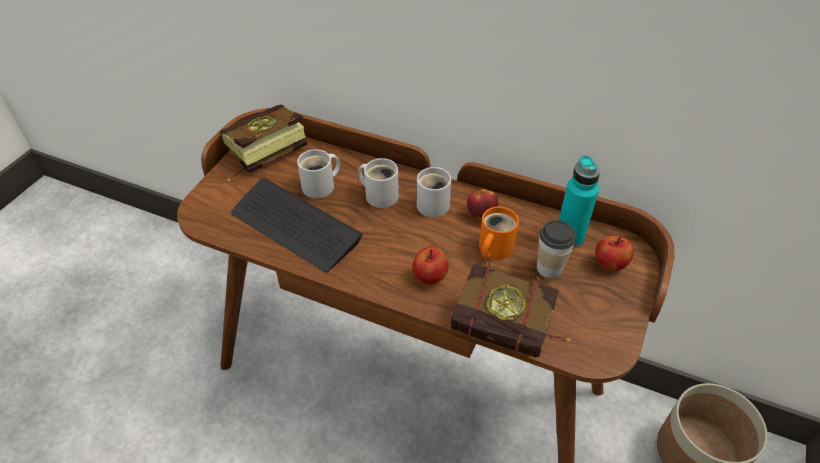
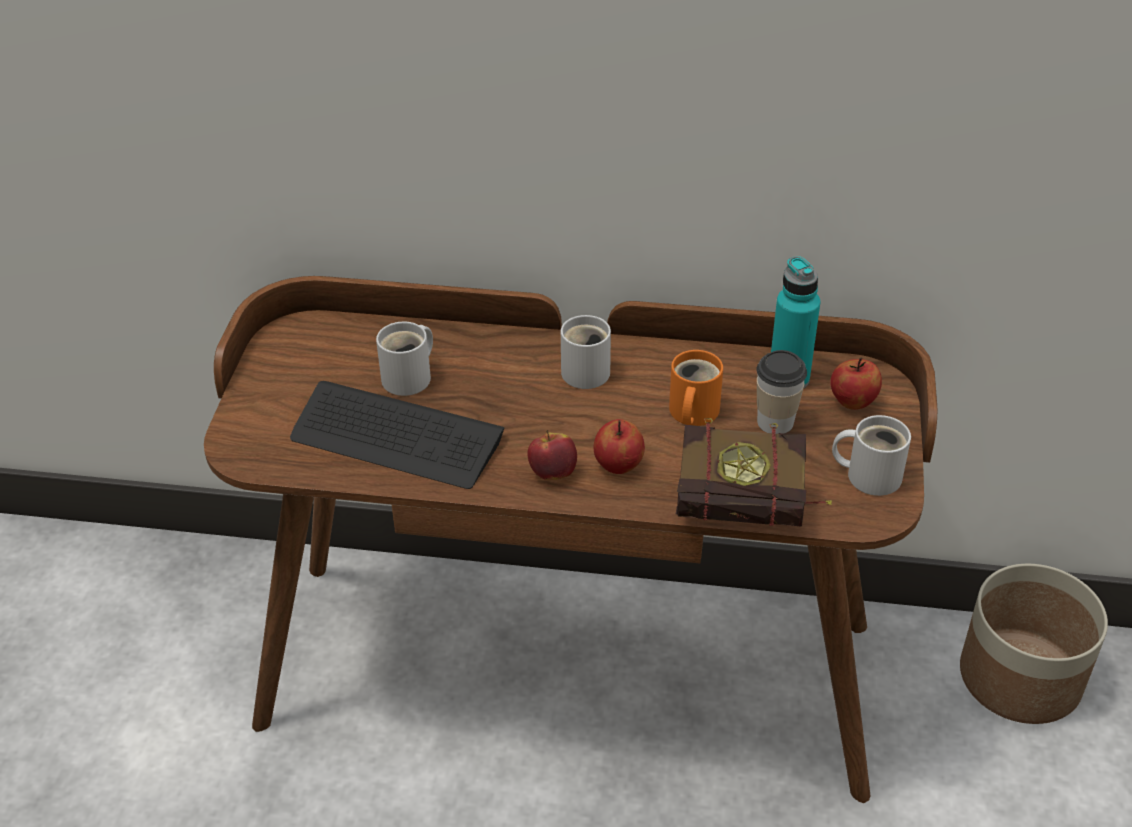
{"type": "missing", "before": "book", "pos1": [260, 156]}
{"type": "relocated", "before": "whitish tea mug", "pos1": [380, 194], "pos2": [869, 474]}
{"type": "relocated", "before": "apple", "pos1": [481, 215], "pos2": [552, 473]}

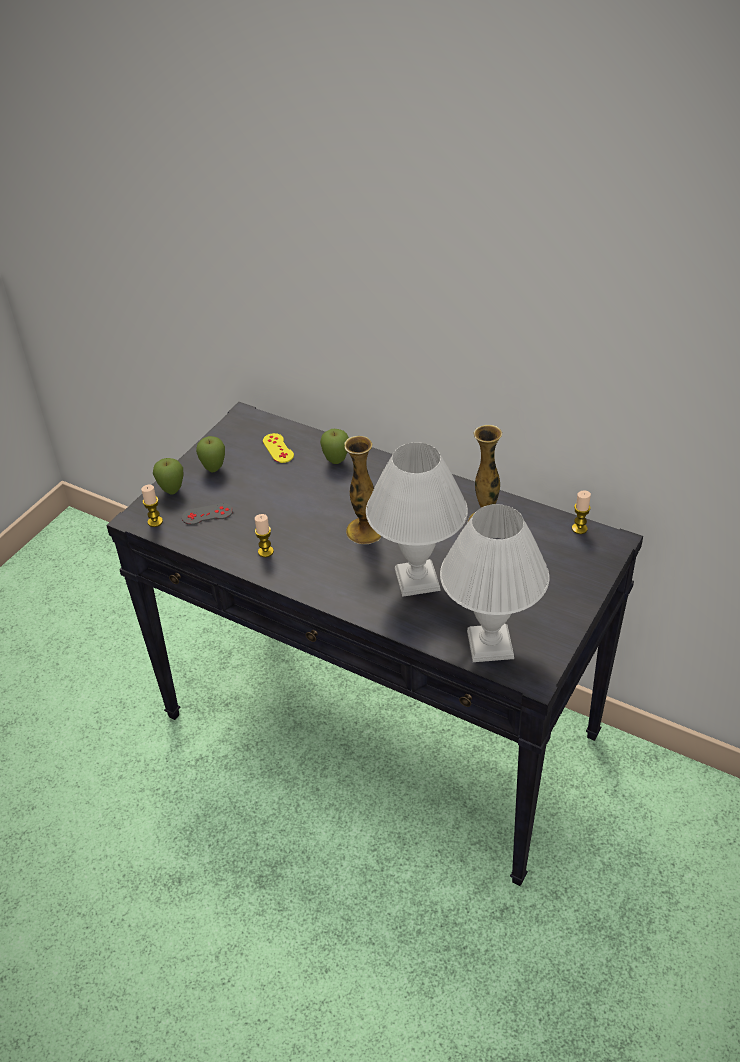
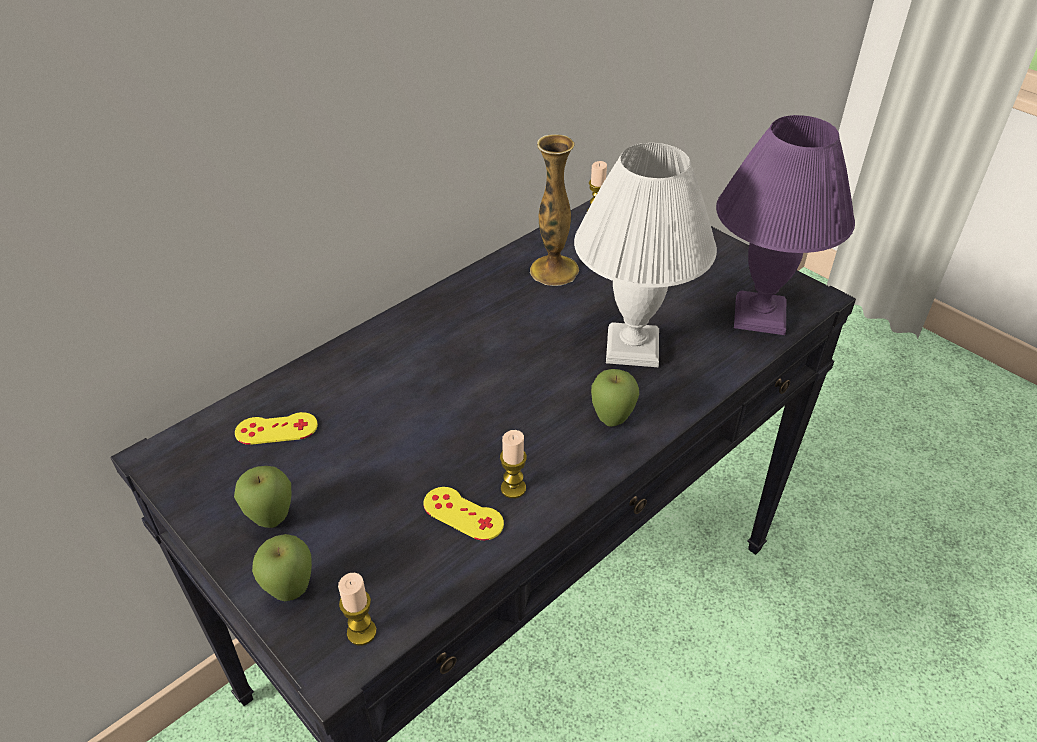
{"type": "missing", "before": "greyish game controller", "pos1": [207, 514]}
{"type": "missing", "before": "vase", "pos1": [365, 530]}
{"type": "appeared", "after": "yellow game controller", "pos2": [463, 514]}
{"type": "relocated", "before": "apple", "pos1": [336, 461], "pos2": [612, 421]}
{"type": "colour", "before": "whitish table lamp", "after": "purplish table lamp", "pos1": [491, 645], "pos2": [761, 315]}

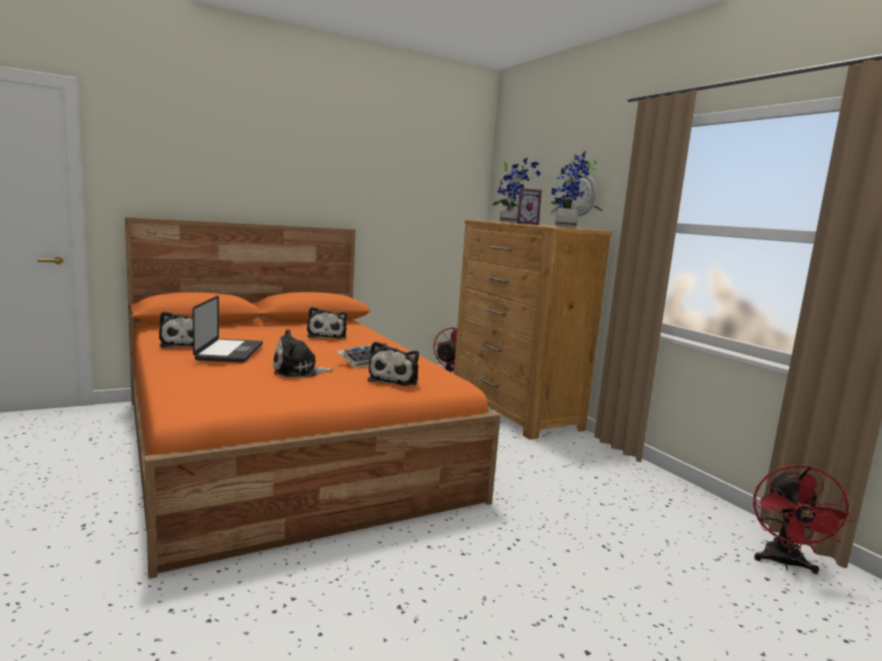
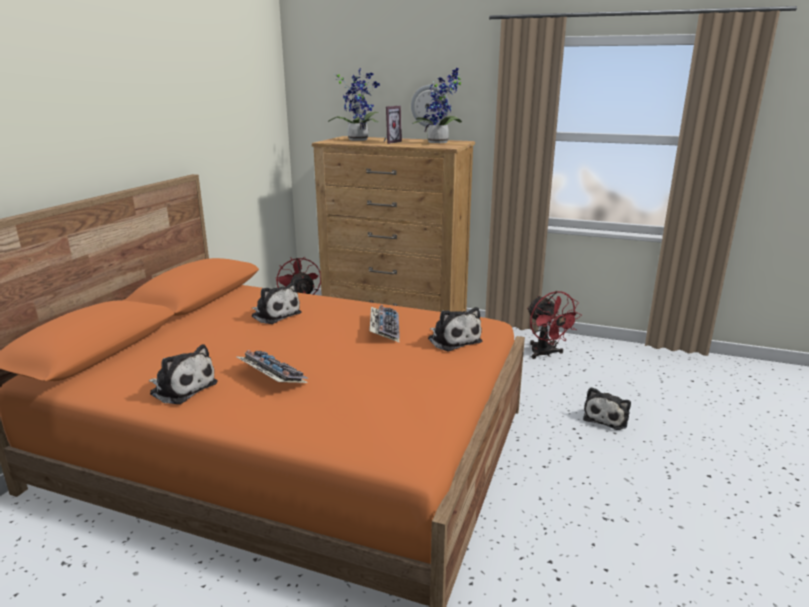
{"type": "relocated", "before": "soft toy", "pos1": [298, 371], "pos2": [607, 418]}
{"type": "relocated", "before": "red-coloured electric fan", "pos1": [784, 563], "pos2": [546, 354]}
{"type": "exchanged", "before": "portable computer", "after": "PC keyboard", "pos1": [230, 352], "pos2": [270, 375]}

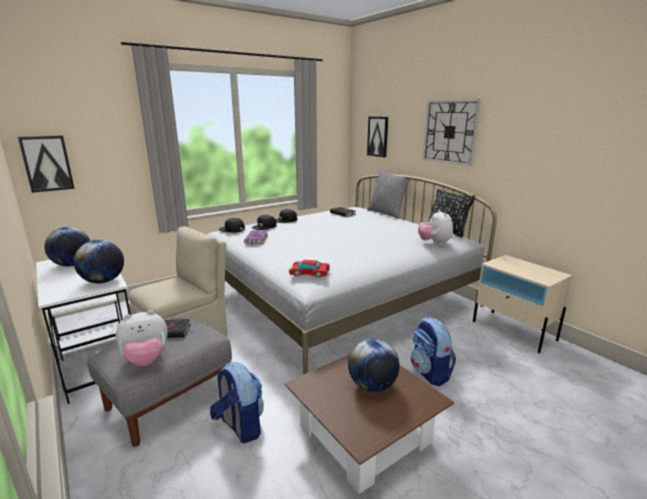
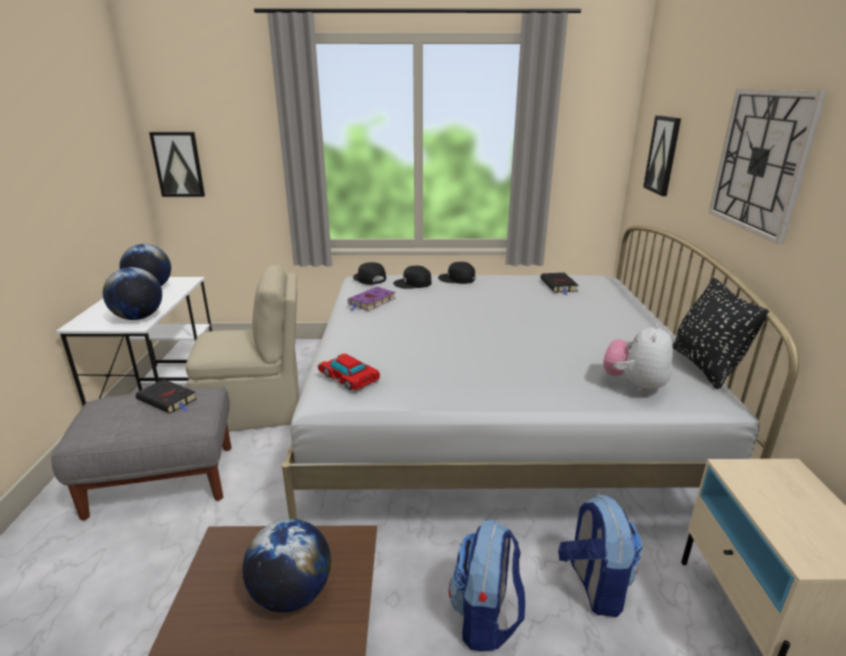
{"type": "missing", "before": "soft toy", "pos1": [146, 360]}
{"type": "missing", "before": "greyish cushion", "pos1": [387, 213]}
{"type": "relocated", "before": "rucksack", "pos1": [239, 426], "pos2": [594, 585]}

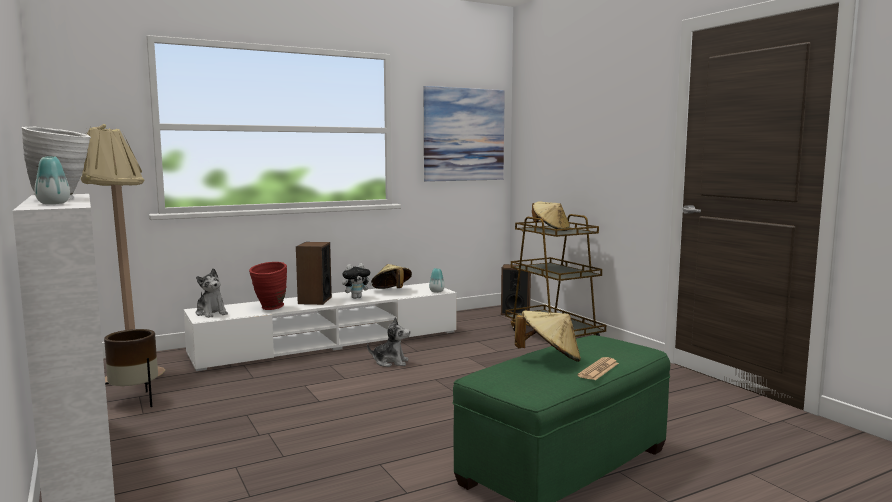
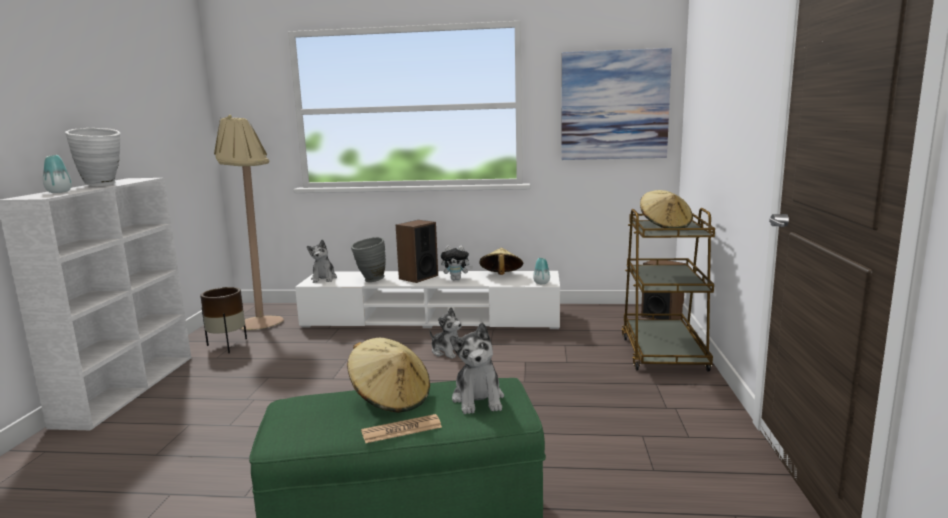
{"type": "appeared", "after": "soft toy", "pos2": [478, 399]}
{"type": "colour", "before": "red-coloured vase", "after": "greyish vase", "pos1": [270, 308], "pos2": [370, 280]}

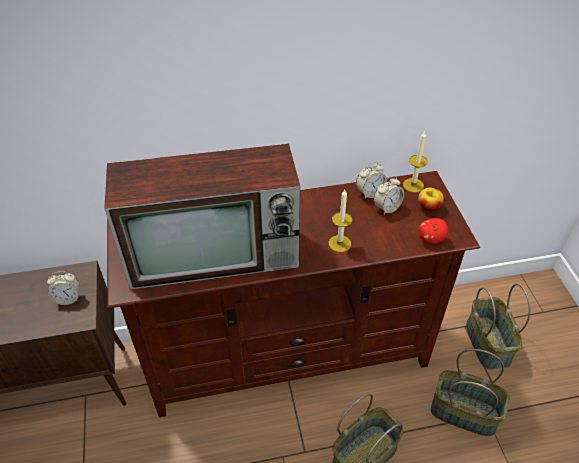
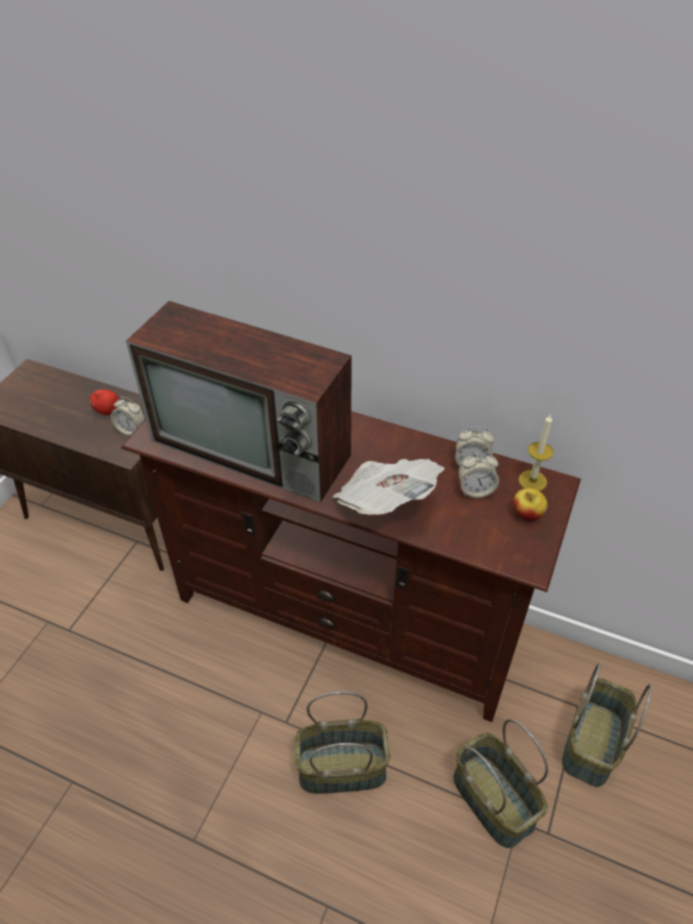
{"type": "relocated", "before": "apple", "pos1": [431, 239], "pos2": [107, 411]}
{"type": "exchanged", "before": "wax candle", "after": "daily paper", "pos1": [339, 243], "pos2": [385, 501]}

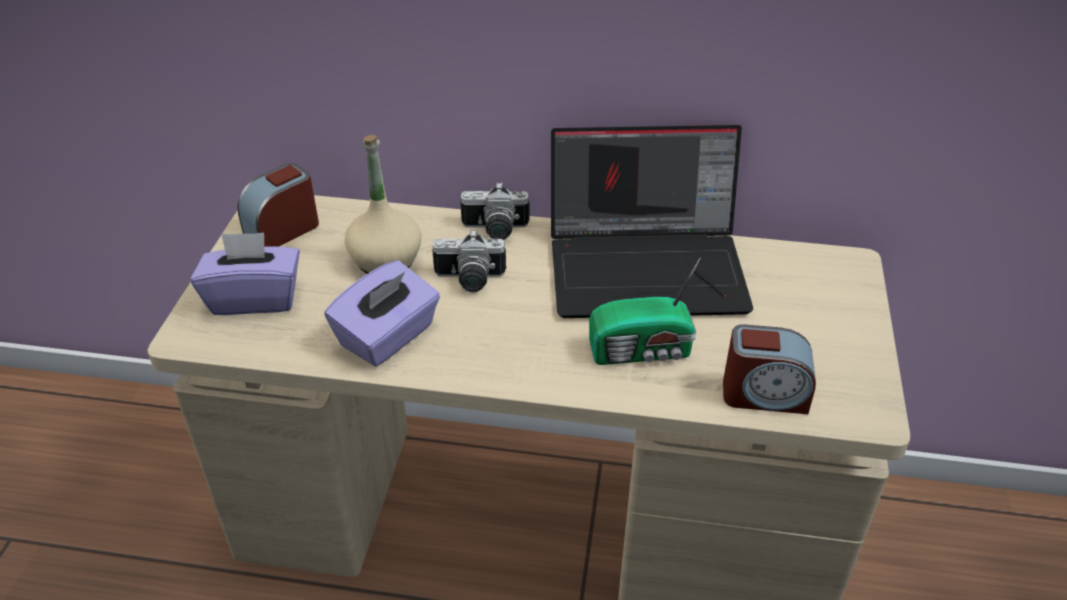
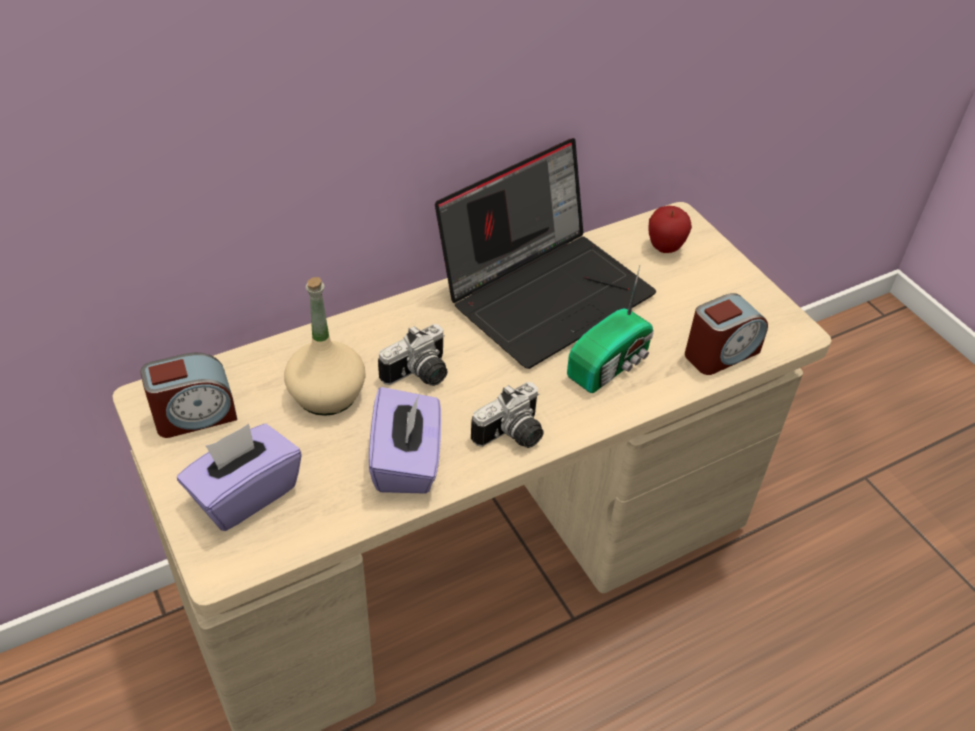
{"type": "appeared", "after": "apple", "pos2": [665, 247]}
{"type": "relocated", "before": "photo camera", "pos1": [495, 231], "pos2": [513, 436]}
{"type": "spun", "before": "alarm clock", "pos1": [283, 230], "pos2": [195, 415], "turn": -120}

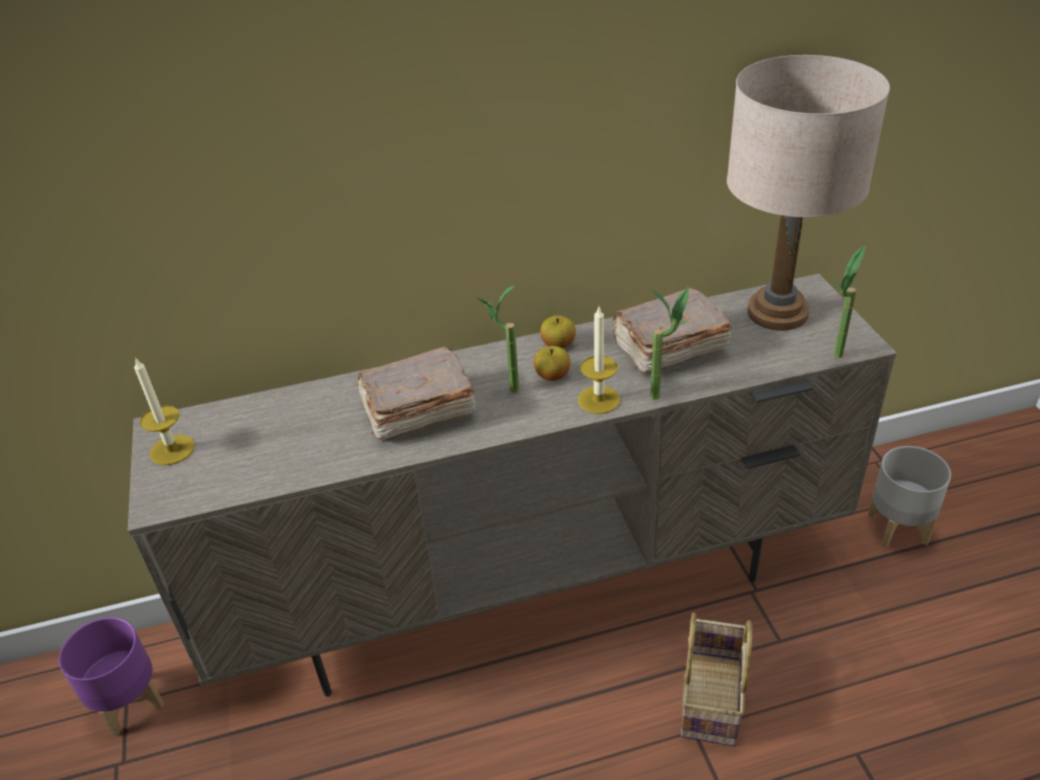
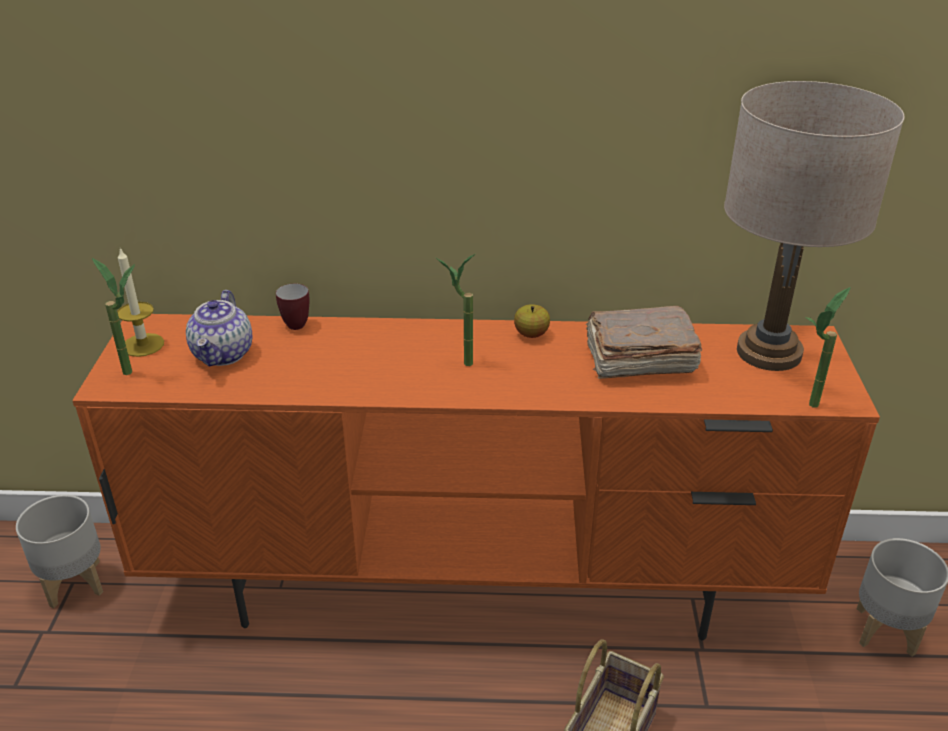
{"type": "missing", "before": "brown book", "pos1": [416, 410]}
{"type": "missing", "before": "apple", "pos1": [552, 376]}
{"type": "missing", "before": "wax candle", "pos1": [599, 399]}
{"type": "appeared", "after": "teapot", "pos2": [223, 354]}
{"type": "appeared", "after": "tea mug", "pos2": [293, 324]}
{"type": "relocated", "before": "houseplant", "pos1": [664, 395], "pos2": [137, 373]}
{"type": "colour", "before": "purplish plant pot", "after": "greyish plant pot", "pos1": [129, 703], "pos2": [75, 583]}
{"type": "colour", "before": "beige tv unit", "after": "orange tv unit", "pos1": [536, 590], "pos2": [477, 587]}

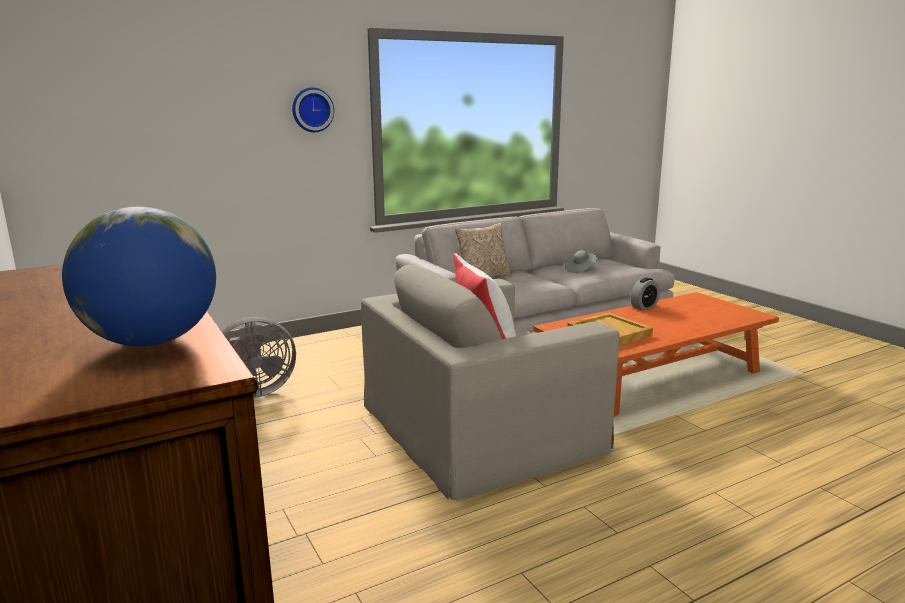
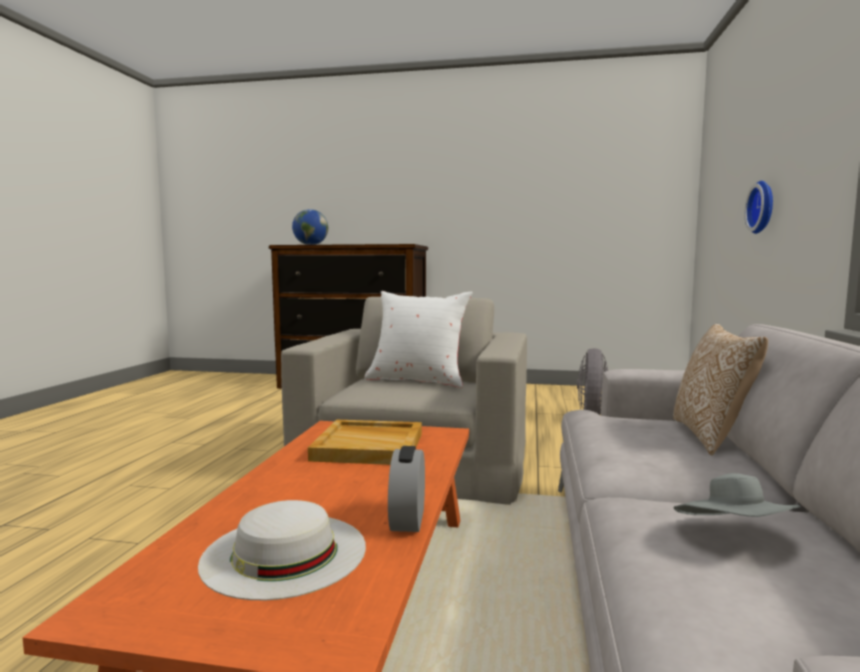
{"type": "appeared", "after": "whitish hat", "pos2": [284, 553]}
{"type": "relocated", "before": "clock on the wall", "pos1": [312, 110], "pos2": [763, 207]}

